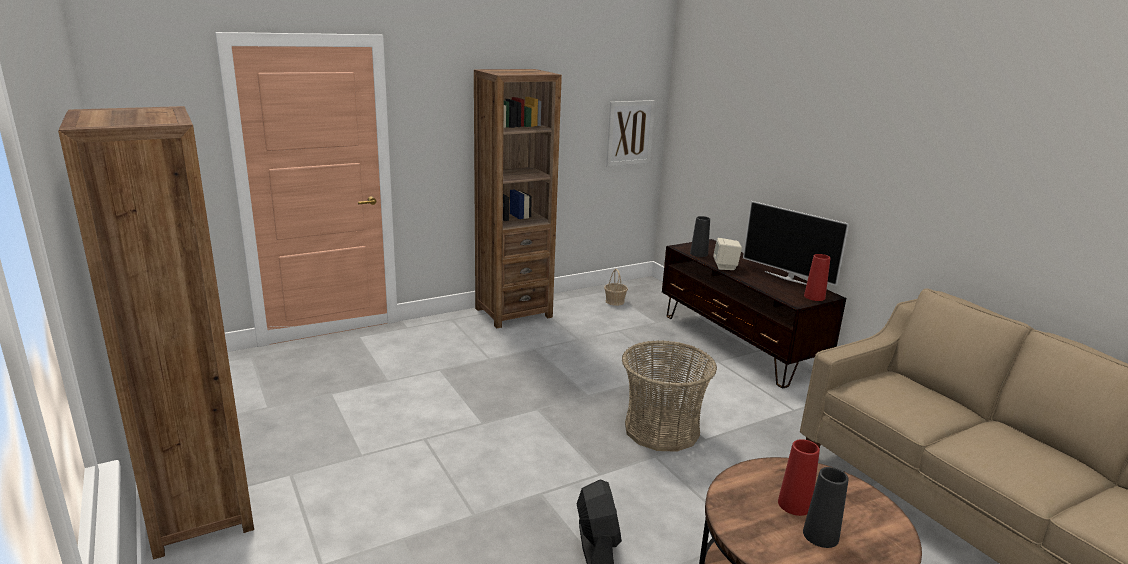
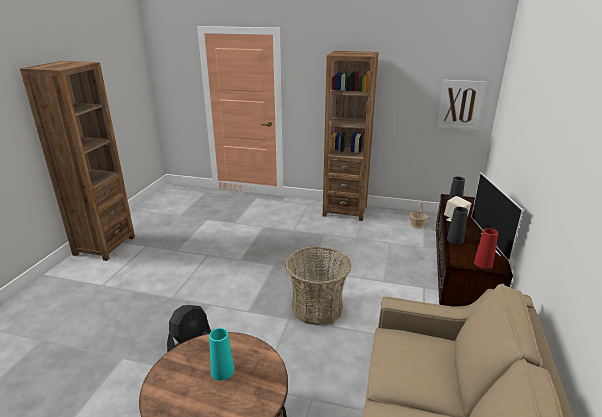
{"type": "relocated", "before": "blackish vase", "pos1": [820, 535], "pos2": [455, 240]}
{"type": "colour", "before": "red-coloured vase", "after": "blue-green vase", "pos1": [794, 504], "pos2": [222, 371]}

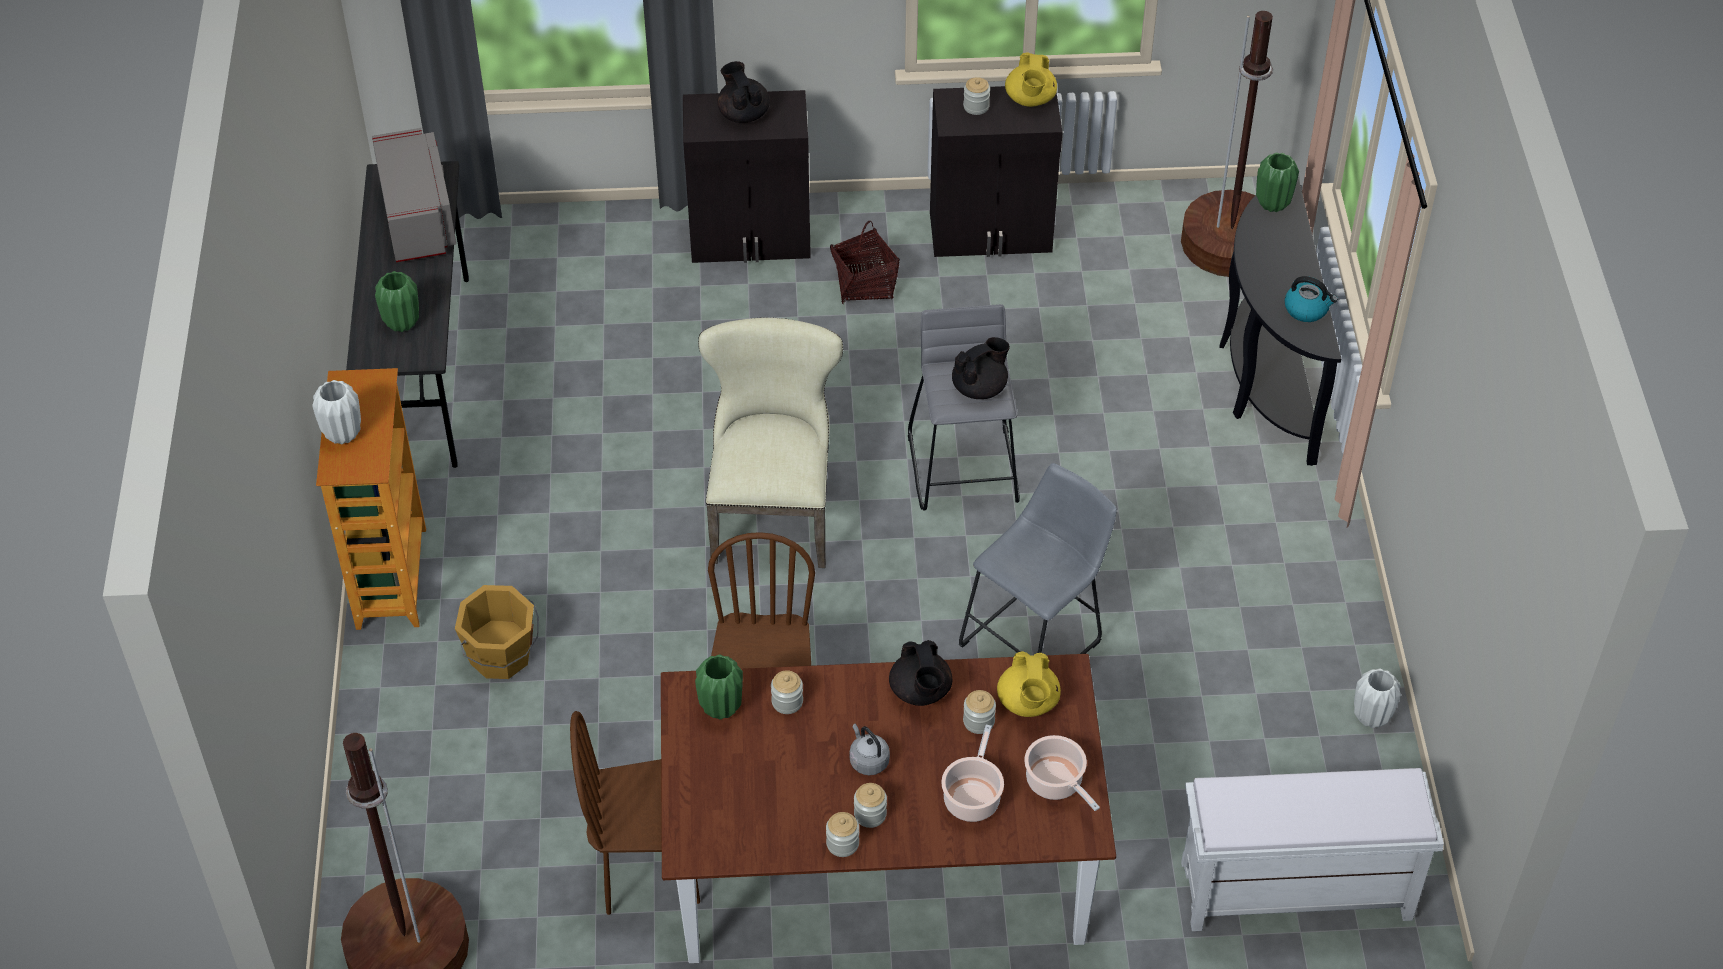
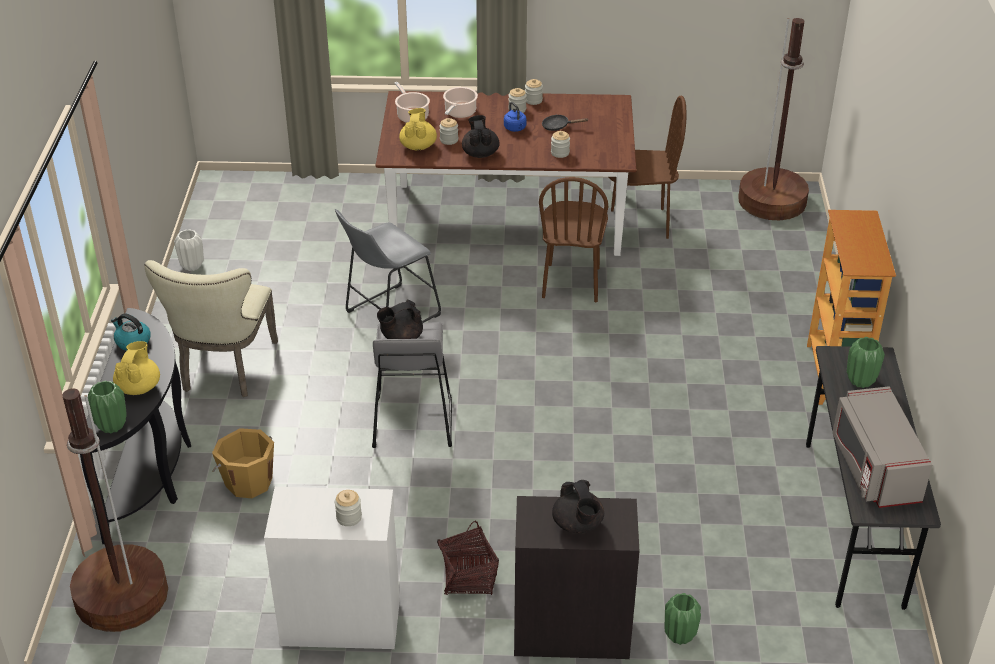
{"type": "missing", "before": "whitish vase", "pos1": [343, 434]}
{"type": "missing", "before": "whitish indoor bench", "pos1": [1293, 892]}
{"type": "appeared", "after": "blackish skillet", "pos2": [558, 126]}
{"type": "relocated", "before": "orange bucket", "pos1": [501, 656], "pos2": [248, 481]}
{"type": "relocated", "before": "greenish vase", "pos1": [720, 707], "pos2": [680, 636]}
{"type": "relocated", "before": "beige upright chair", "pos1": [772, 510], "pos2": [225, 370]}
{"type": "relocated", "before": "yellow teapot", "pos1": [1030, 99], "pos2": [139, 387]}
{"type": "colour", "before": "greyish tea kettle", "after": "blue tea kettle", "pos1": [868, 760], "pos2": [515, 128]}
{"type": "colour", "before": "blackish cabinet", "after": "whitish cabinet", "pos1": [991, 233], "pos2": [340, 621]}

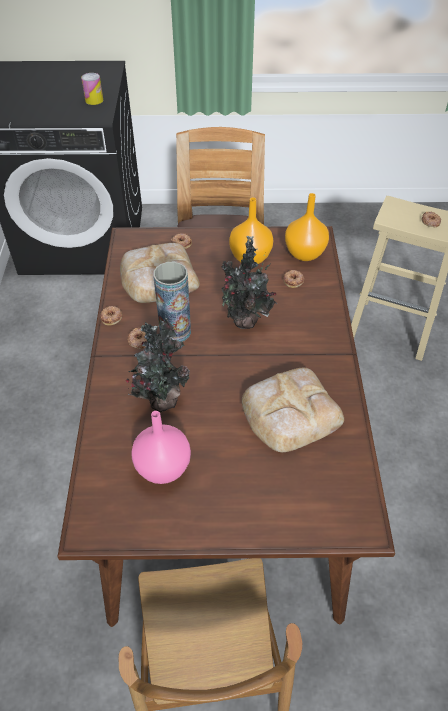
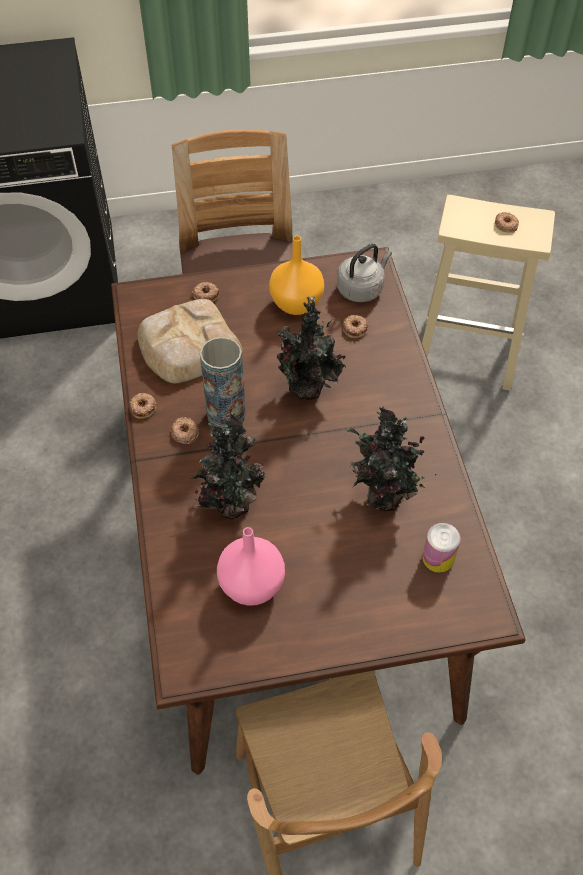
{"type": "relocated", "before": "sealed can", "pos1": [94, 100], "pos2": [438, 558]}
{"type": "exchanged", "before": "bakery bread", "after": "houseplant", "pos1": [289, 412], "pos2": [381, 497]}
{"type": "exchanged", "before": "orange vase", "after": "greyish tea kettle", "pos1": [304, 253], "pos2": [361, 288]}

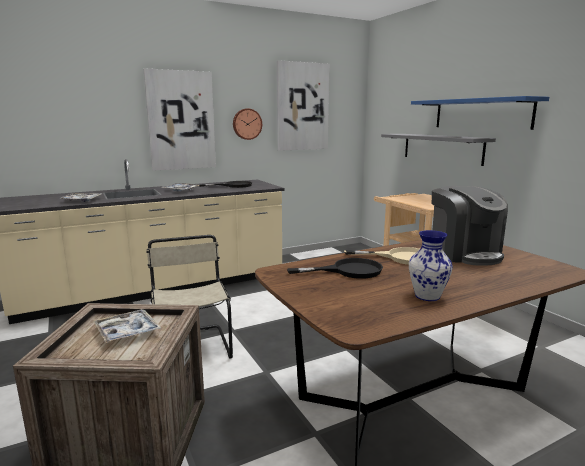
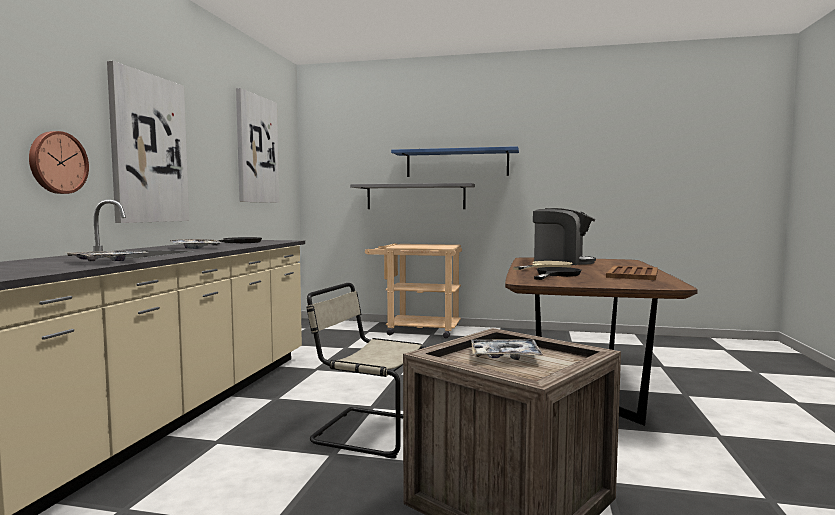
{"type": "relocated", "before": "clock on the wall", "pos1": [247, 124], "pos2": [57, 162]}
{"type": "exchanged", "before": "vase", "after": "brown serving tray", "pos1": [426, 296], "pos2": [632, 274]}

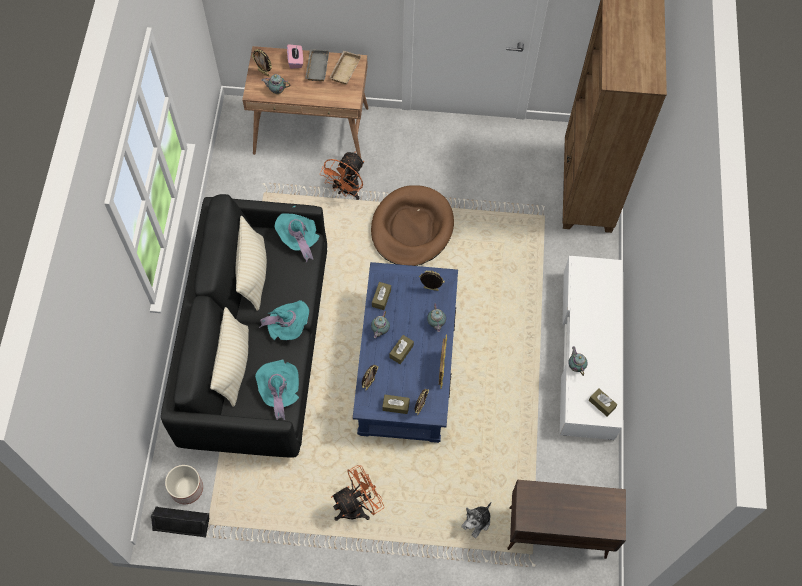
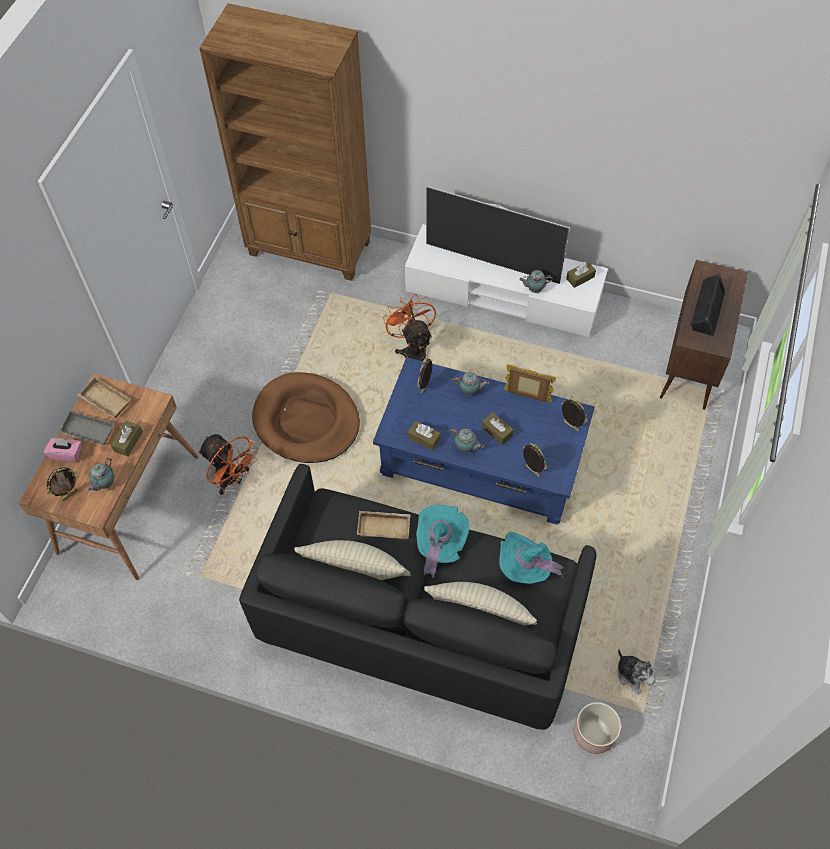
{"type": "missing", "before": "blue-green hat", "pos1": [299, 238]}
{"type": "appeared", "after": "beige serving tray", "pos2": [384, 526]}
{"type": "appeared", "after": "TV set", "pos2": [492, 262]}
{"type": "relocated", "before": "blackish audio speaker", "pos1": [181, 522], "pos2": [706, 309]}
{"type": "relocated", "before": "orange electric fan", "pos1": [357, 506], "pos2": [413, 350]}
{"type": "relocated", "before": "brown tissue box", "pos1": [395, 406], "pos2": [128, 441]}
{"type": "relocated", "before": "soft toy", "pos1": [477, 522], "pos2": [633, 675]}

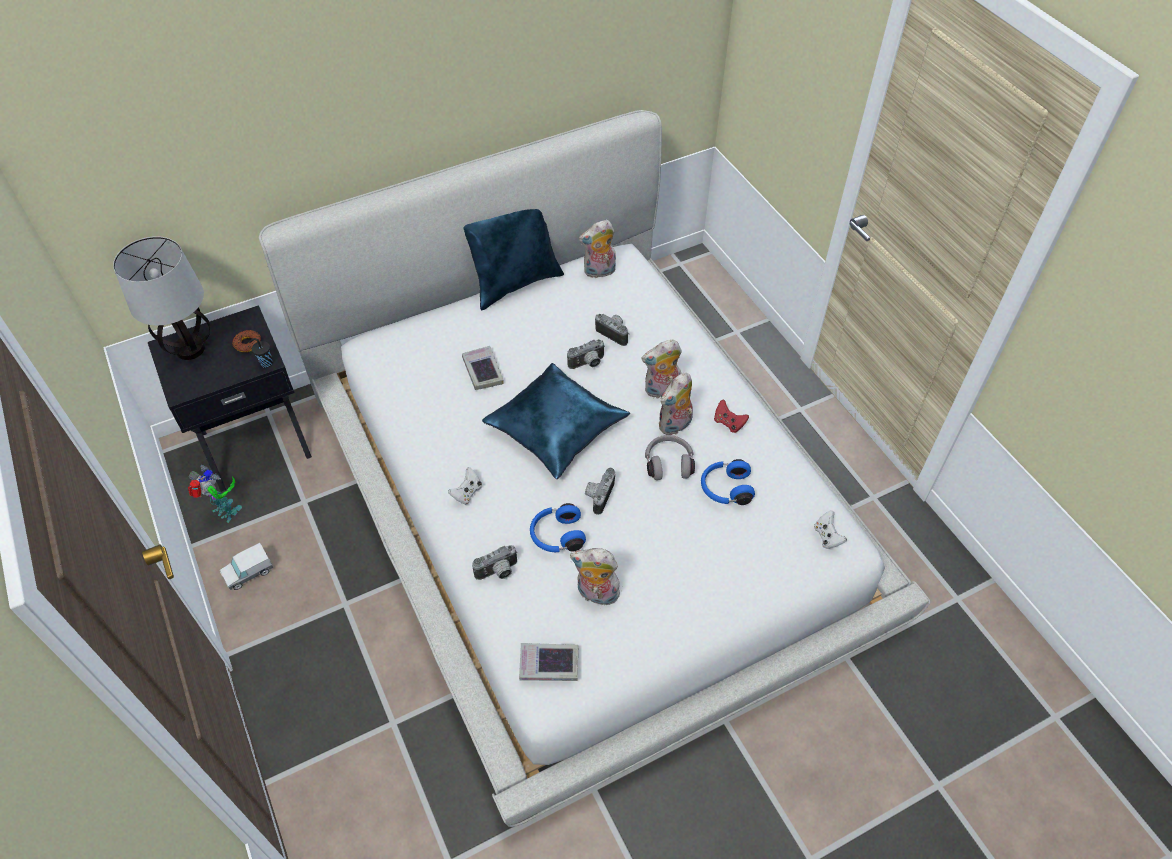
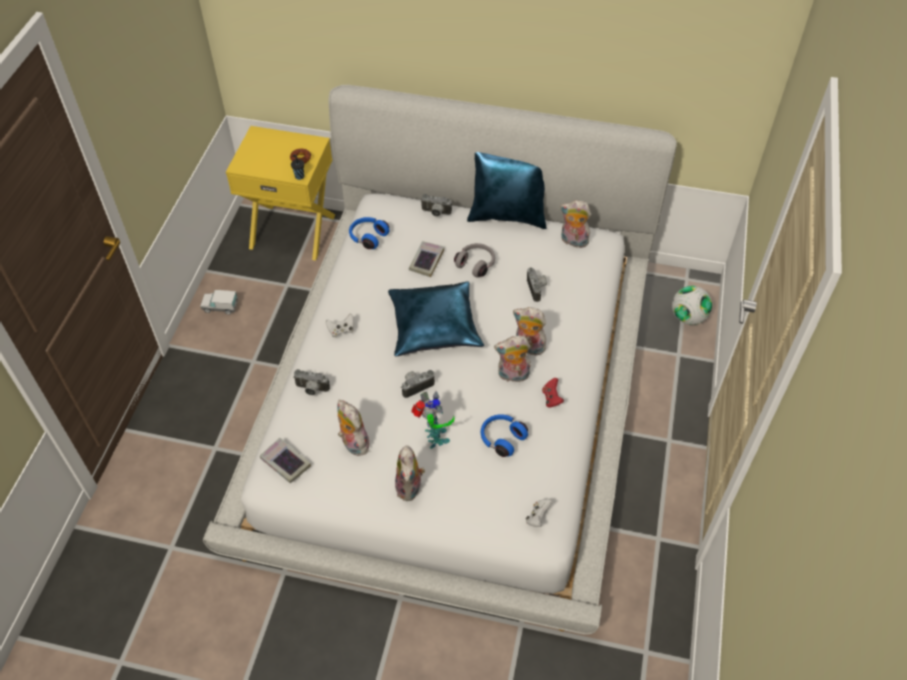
{"type": "missing", "before": "table lamp", "pos1": [191, 349]}
{"type": "appeared", "after": "soft toy", "pos2": [410, 488]}
{"type": "appeared", "after": "football ball", "pos2": [688, 317]}
{"type": "relocated", "before": "robot figure", "pos1": [226, 513], "pos2": [434, 438]}
{"type": "relocated", "before": "blue headphones", "pos1": [556, 535], "pos2": [368, 237]}
{"type": "relocated", "before": "photo camera", "pos1": [588, 364], "pos2": [435, 213]}
{"type": "relocated", "before": "greyish headphones", "pos1": [668, 463], "pos2": [476, 264]}
{"type": "colour", "before": "blackish bedside table", "after": "yellow bedside table", "pos1": [254, 442], "pos2": [293, 230]}

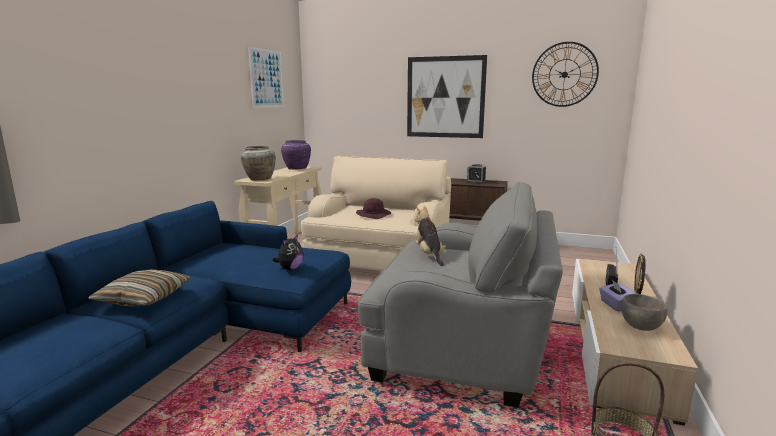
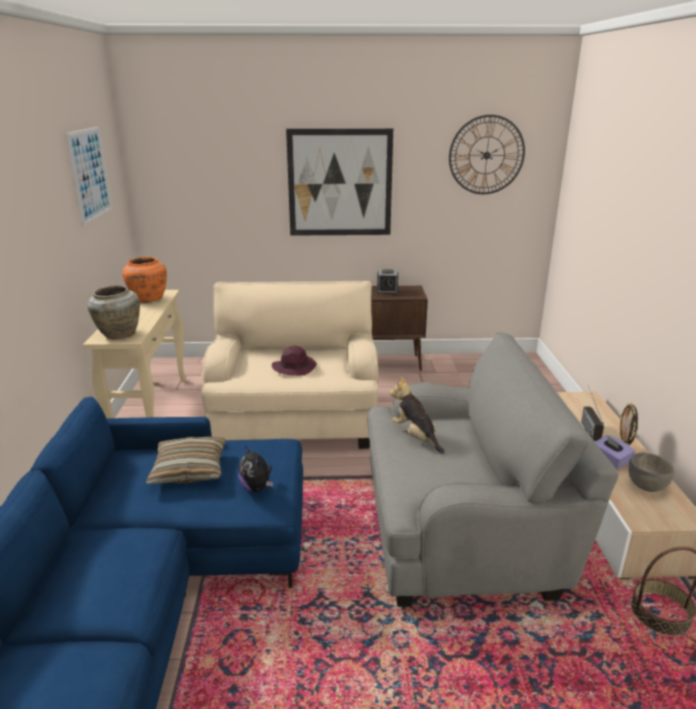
{"type": "relocated", "before": "cushion", "pos1": [144, 298], "pos2": [189, 469]}
{"type": "colour", "before": "purplish vase", "after": "orange vase", "pos1": [297, 169], "pos2": [148, 299]}
{"type": "spun", "before": "soft toy", "pos1": [290, 269], "pos2": [257, 488], "turn": 135}

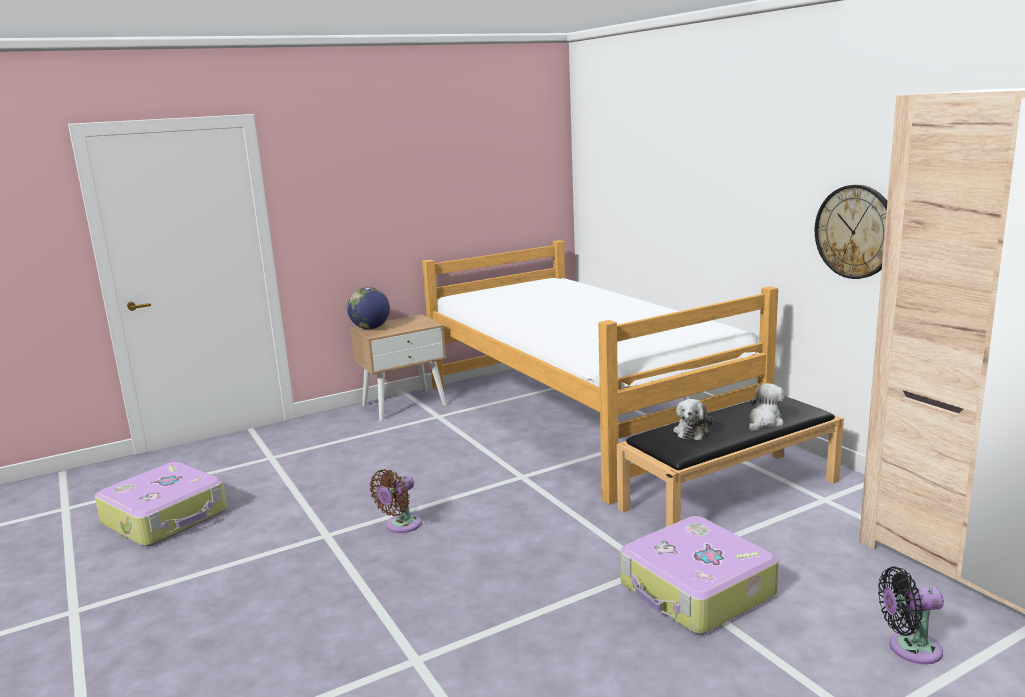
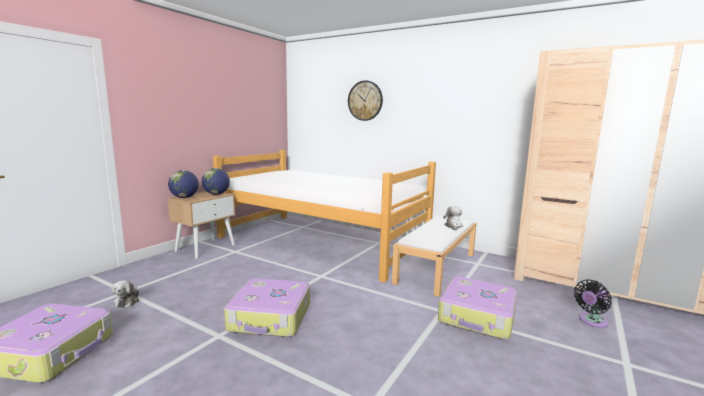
{"type": "appeared", "after": "globe", "pos2": [216, 194]}
{"type": "relocated", "before": "soft toy", "pos1": [692, 431], "pos2": [127, 301]}
{"type": "relocated", "before": "clock on the wall", "pos1": [855, 231], "pos2": [365, 100]}
{"type": "exchanged", "before": "brown electric fan", "after": "suitcase", "pos1": [401, 526], "pos2": [270, 318]}
{"type": "colour", "before": "blackish indoor bench", "after": "whitish indoor bench", "pos1": [730, 494], "pos2": [436, 267]}

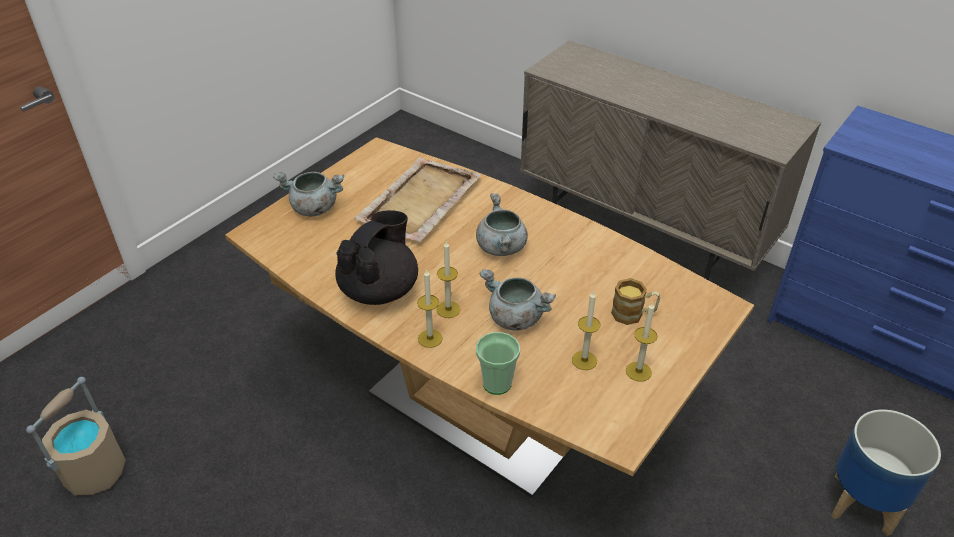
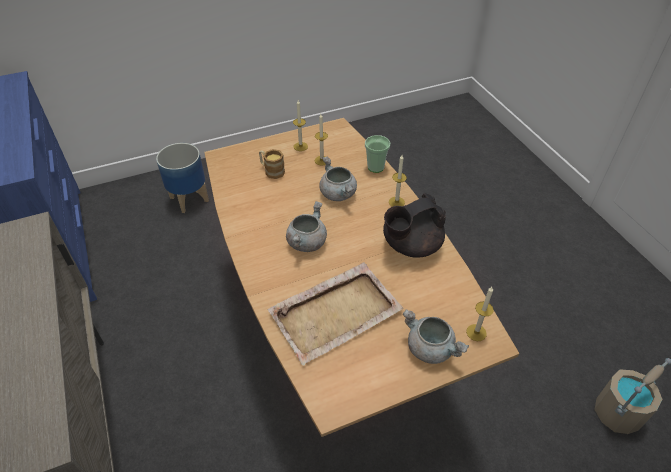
{"type": "relocated", "before": "wax candle", "pos1": [448, 309], "pos2": [476, 332]}

